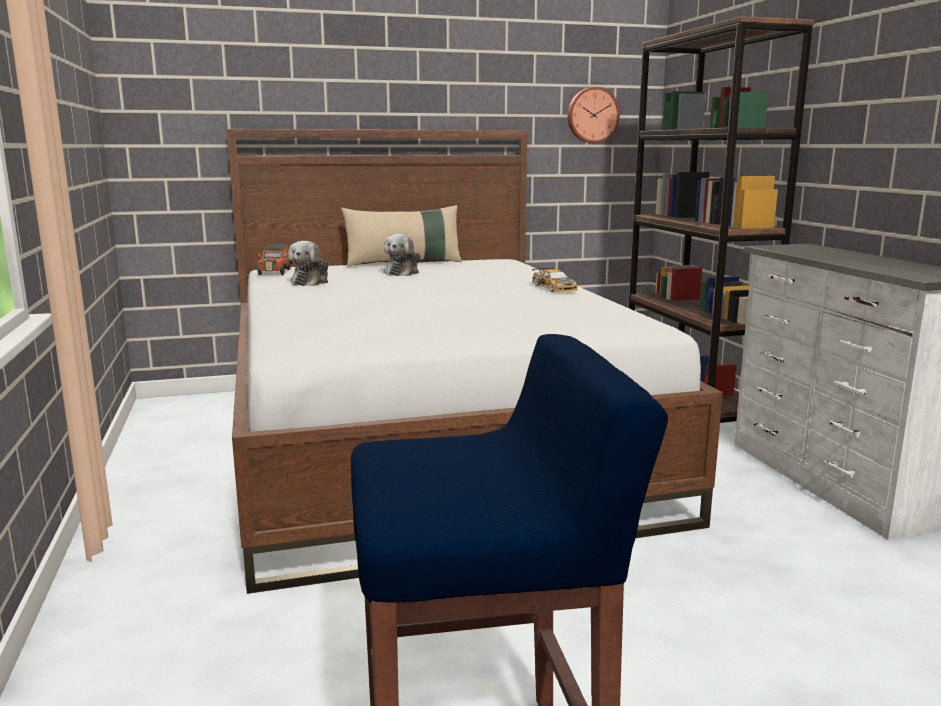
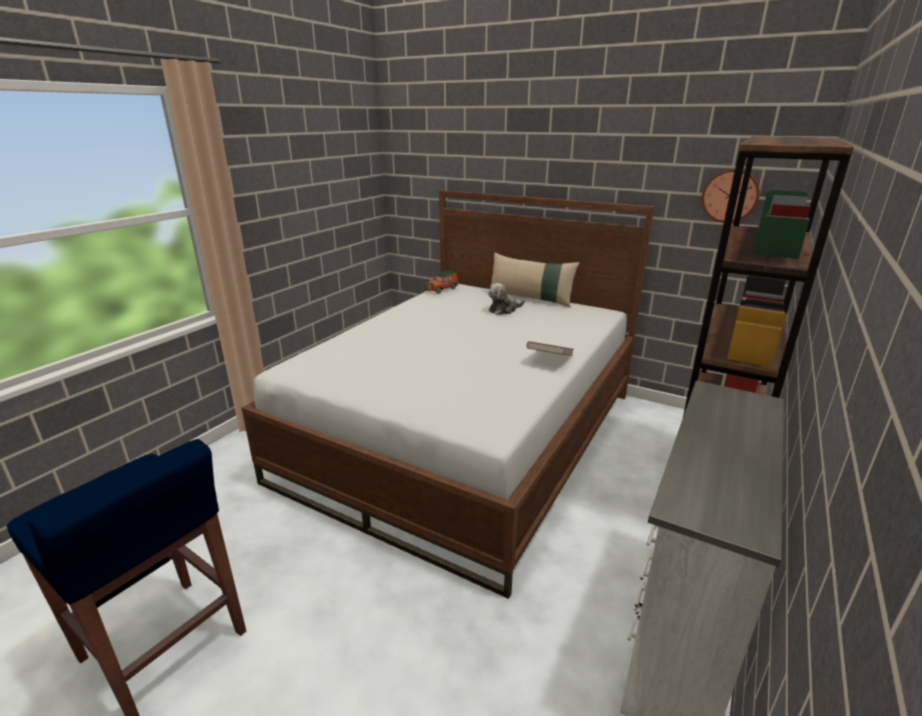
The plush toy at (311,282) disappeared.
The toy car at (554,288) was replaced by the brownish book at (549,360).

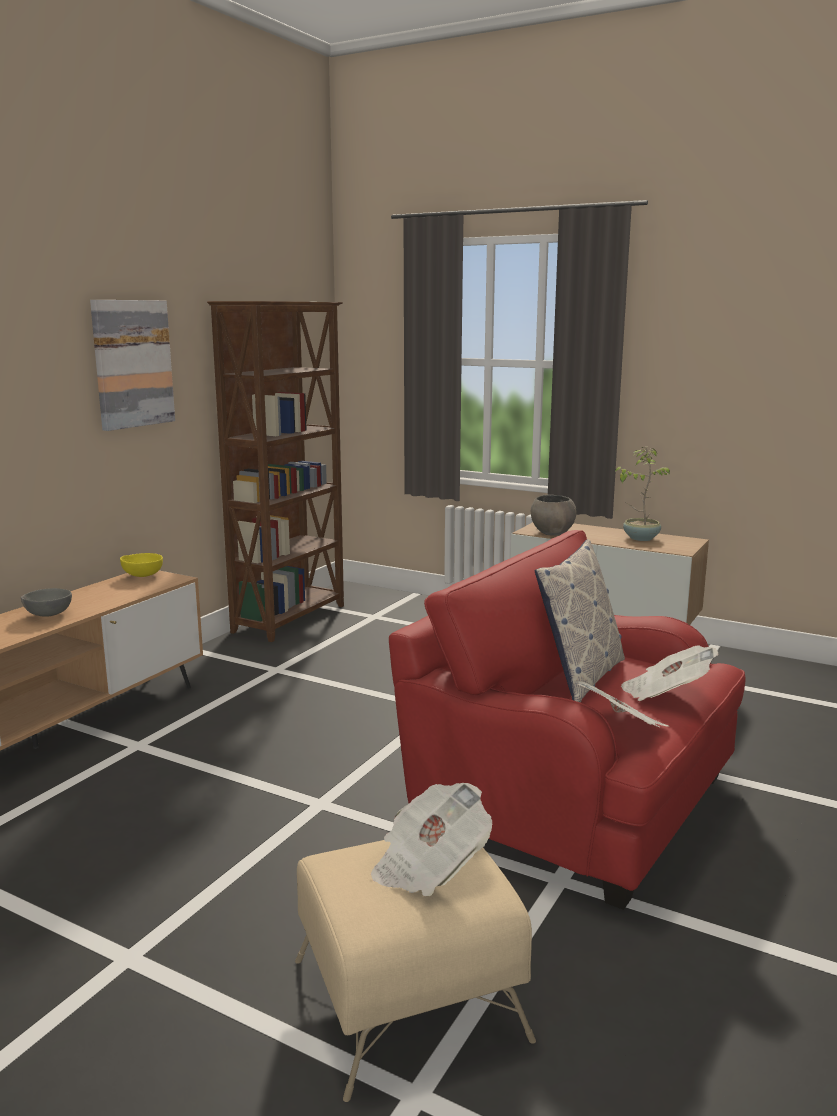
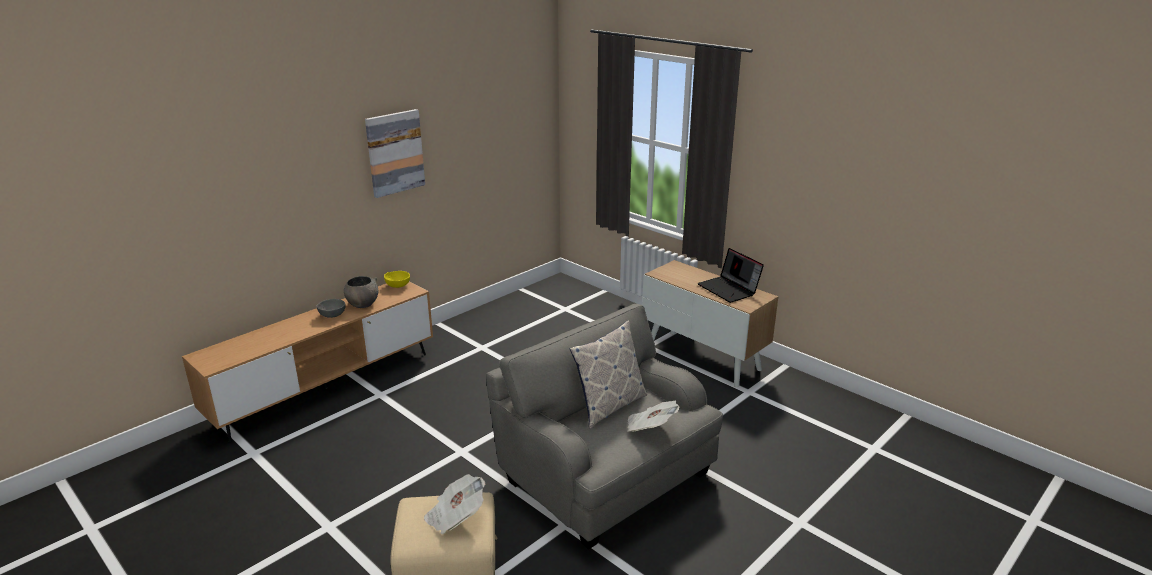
The brownish bookshelf at (291,619) disappeared.
The red-coloured lounge chair at (570,800) became the greyish lounge chair at (604,474).
The greyish bowl moved from (552,532) to (362,304).
The daily paper at (621,728) disappeared.
The plant in a pot at (640,538) was replaced by the portable computer at (729,289).

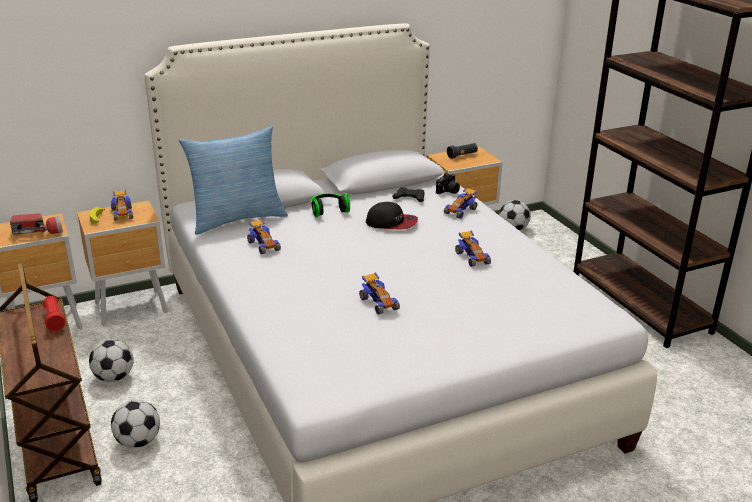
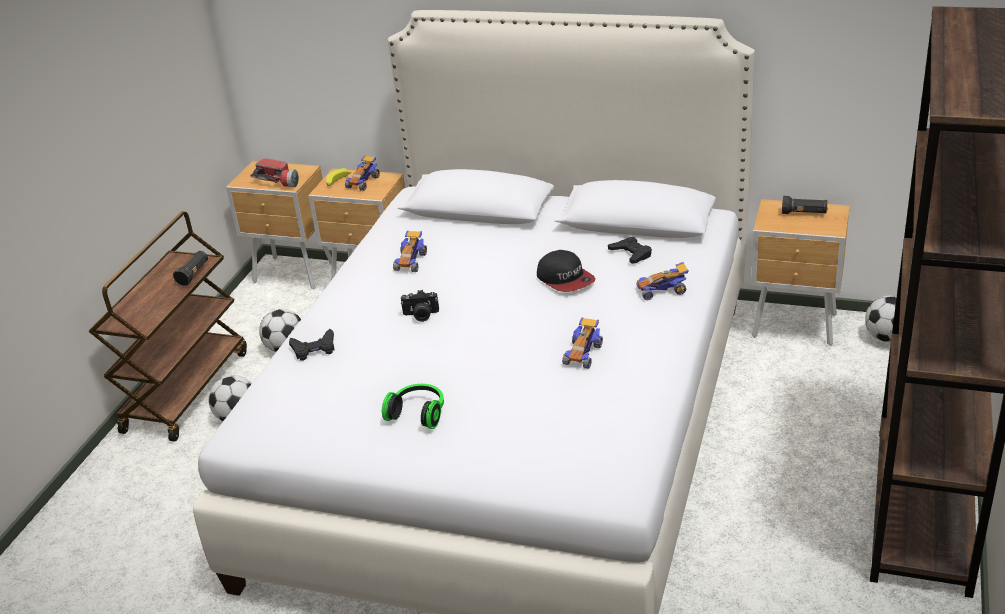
The red-coloured flashlight at (54,319) became the black-coloured flashlight at (193,274).
The pillow at (237,219) disappeared.
The headphones moved from (328,210) to (418,413).
The toy car at (378,303) disappeared.
The still camera moved from (448,191) to (421,315).
The black-coloured gamepad at (314,349) appeared.

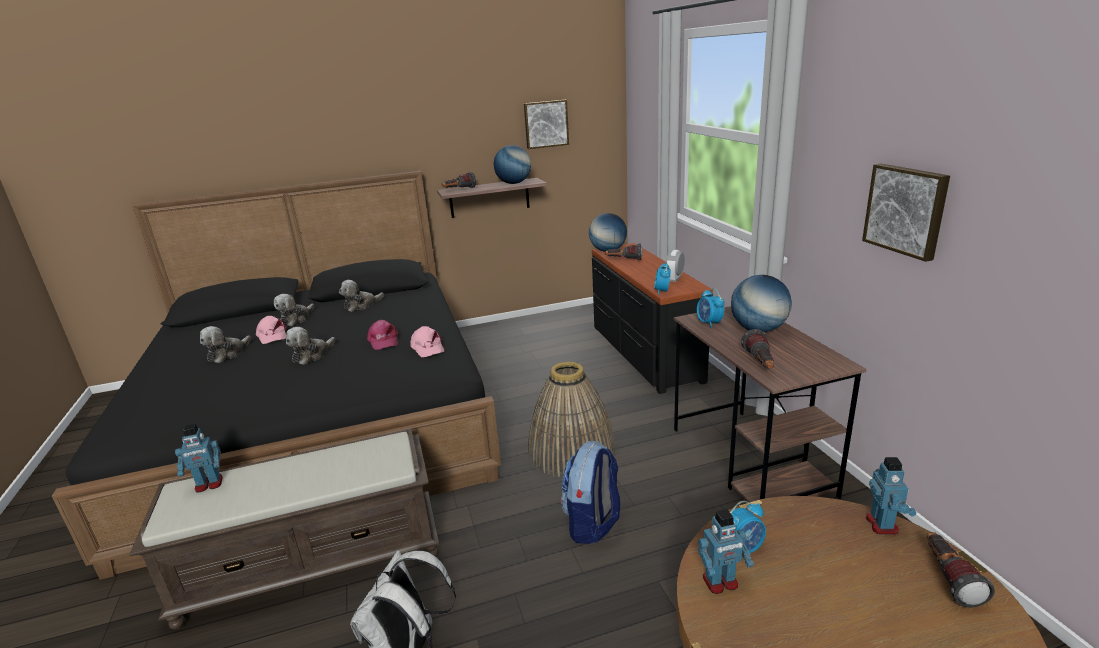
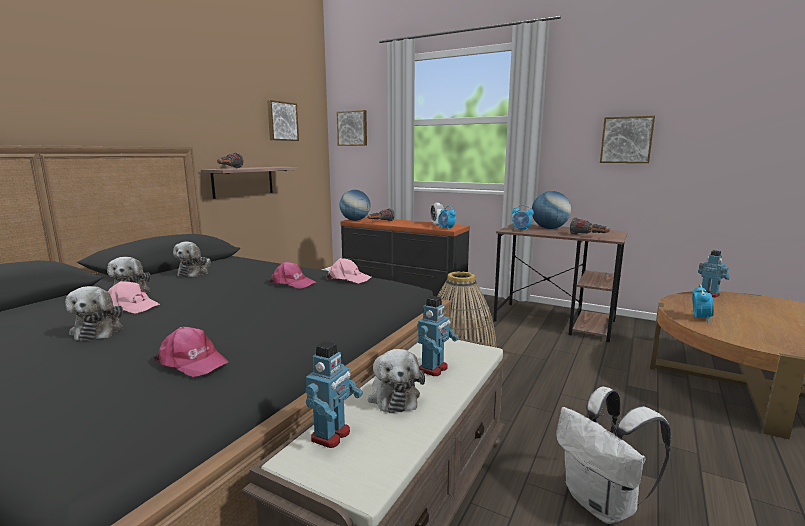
The plush toy moved from (312,355) to (393,395).
The desk globe at (513,183) disappeared.
The knapsack at (592,523) disappeared.
The toy robot moved from (720,582) to (434,369).
The flashlight at (948,578) disappeared.
The pink peaked cap at (192,362) appeared.
The picture at (352,128) appeared.

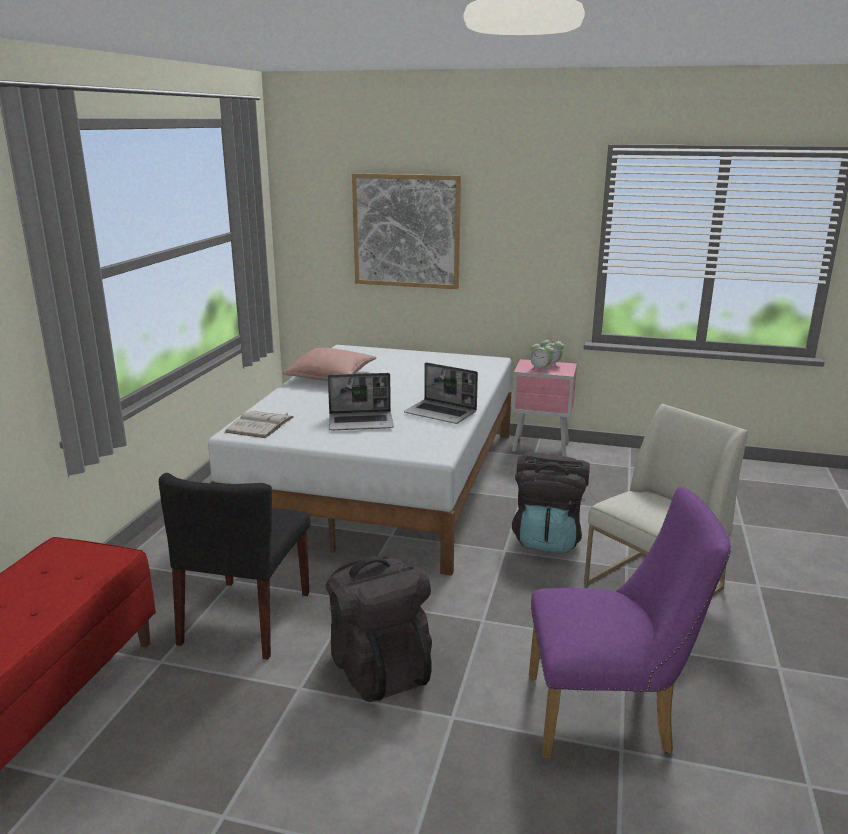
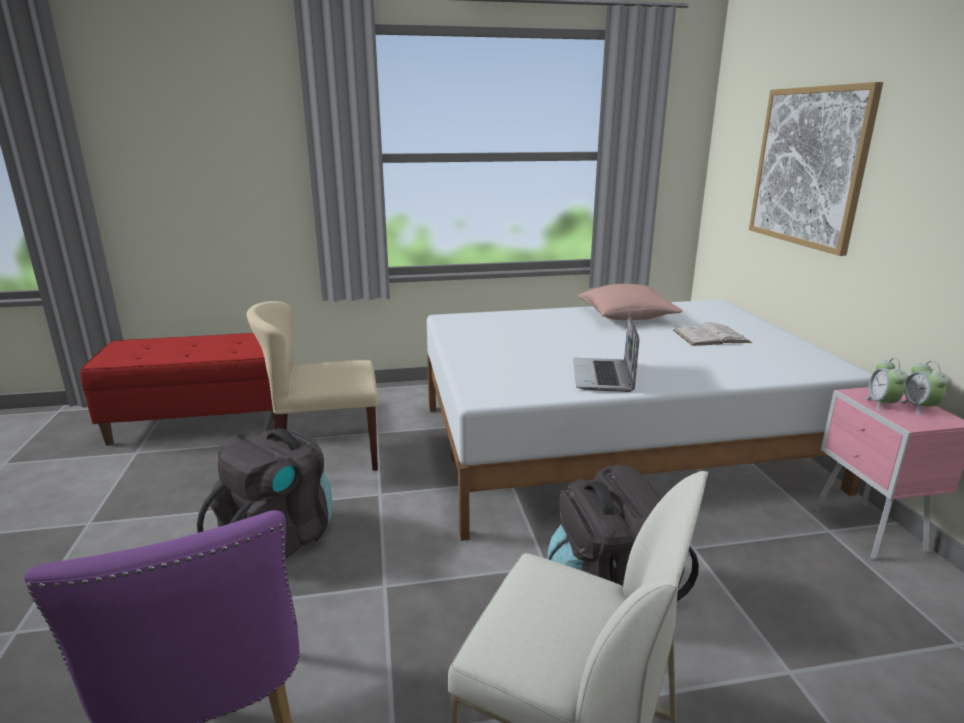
The black-coloured chair at (246,618) became the beige chair at (326,455).
The white-coloured book moved from (260,424) to (711,336).
The portable computer at (361,422) disappeared.

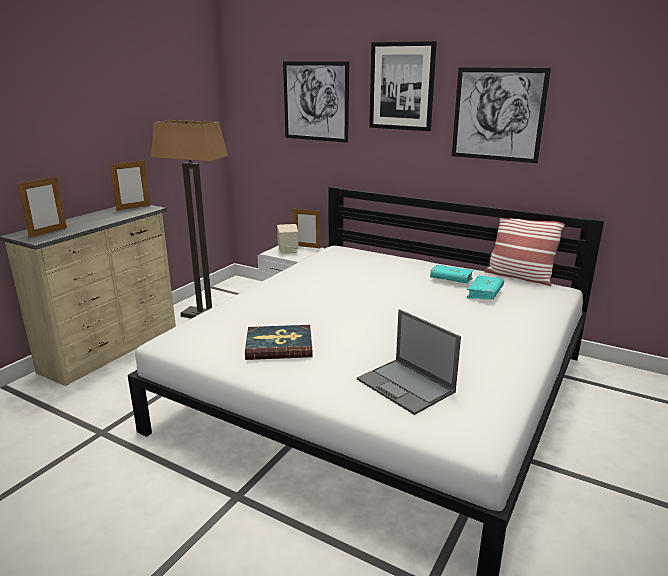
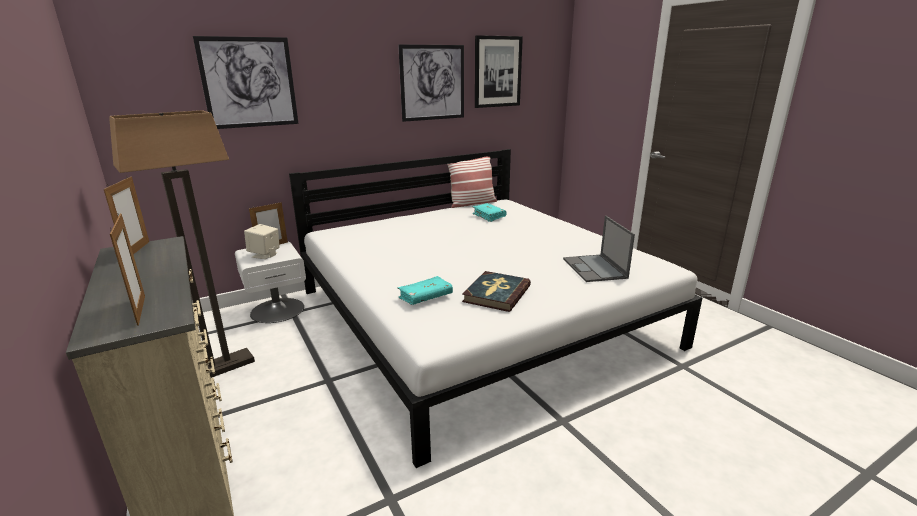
The portable computer at (406,386) turned 90 degrees clockwise.
The picture moved from (402,86) to (497,72).
The turquoise-coloured book moved from (451,279) to (425,297).

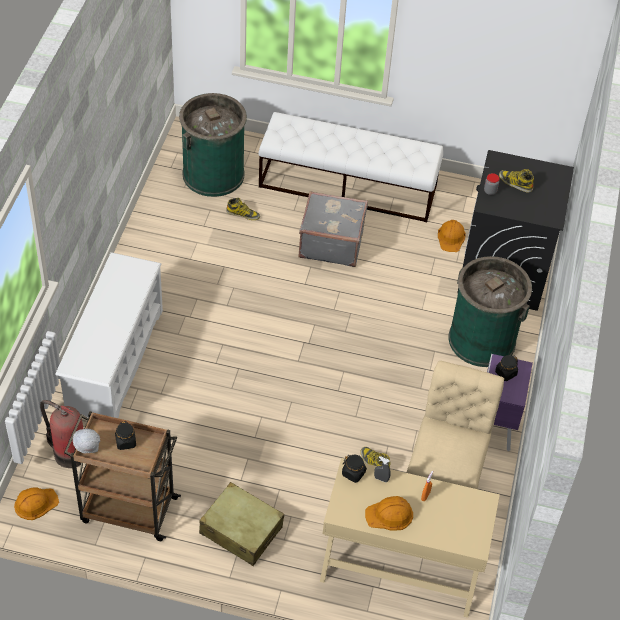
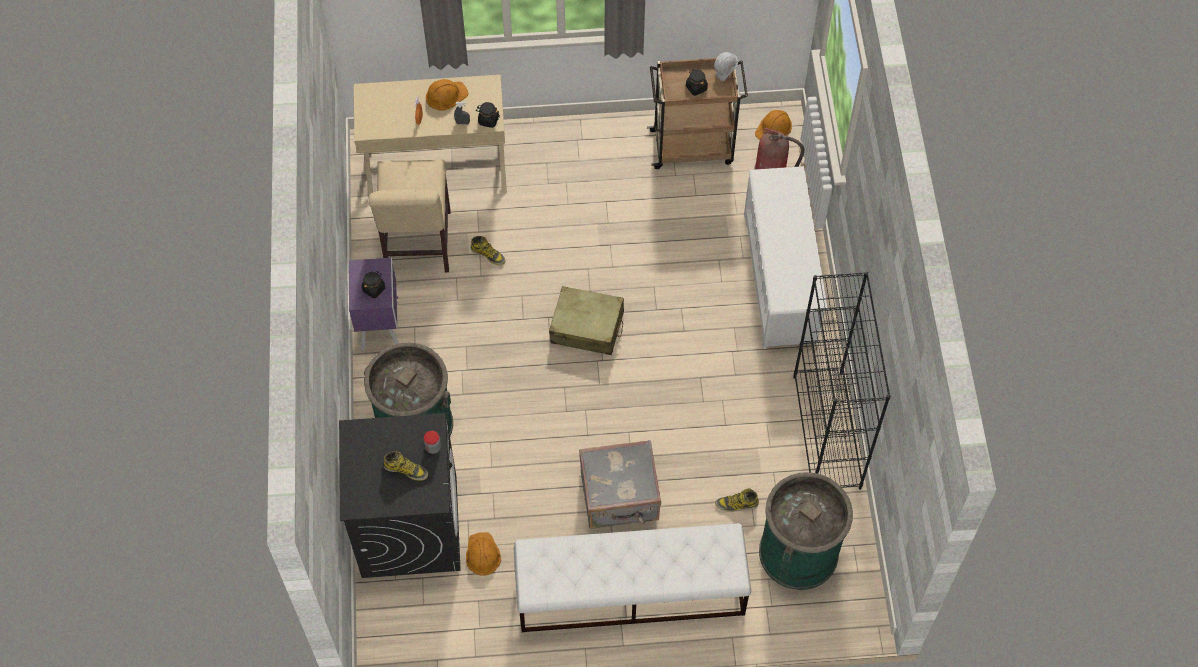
The beige travel case moved from (241,530) to (587,327).
The black-coloured bookshelf at (827,432) appeared.

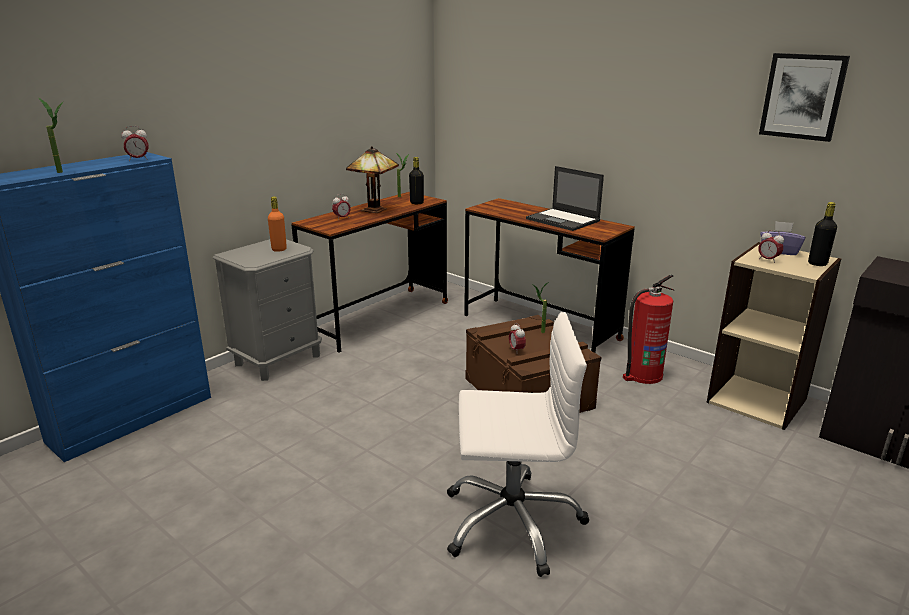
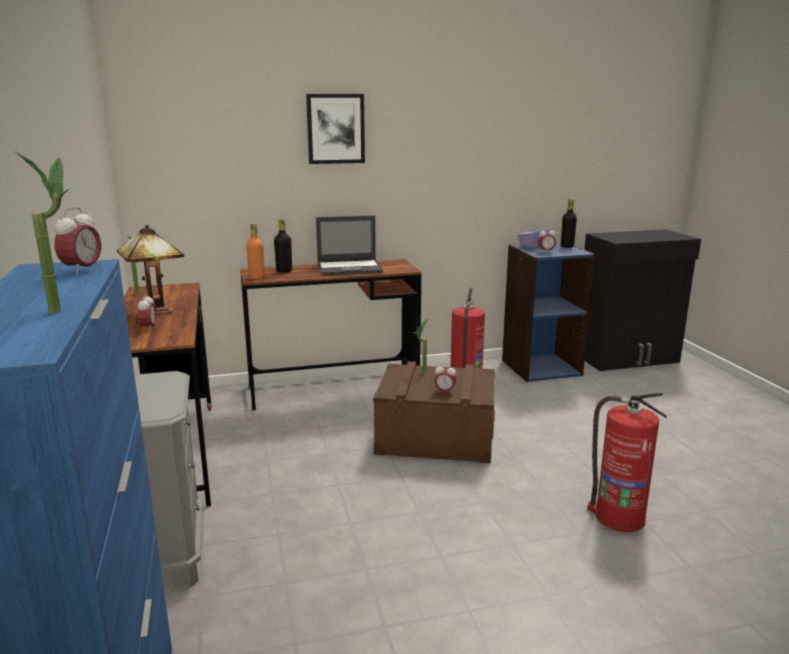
The orange bottle moved from (279,249) to (257,277).
The black-coloured bottle moved from (416,203) to (284,271).
The white-coloured desk chair at (512,521) was replaced by the fire extinguisher at (618,517).
The beige bookshelf at (757,400) became the blue-coloured bookshelf at (541,367).
The picture moved from (802,96) to (335,129).

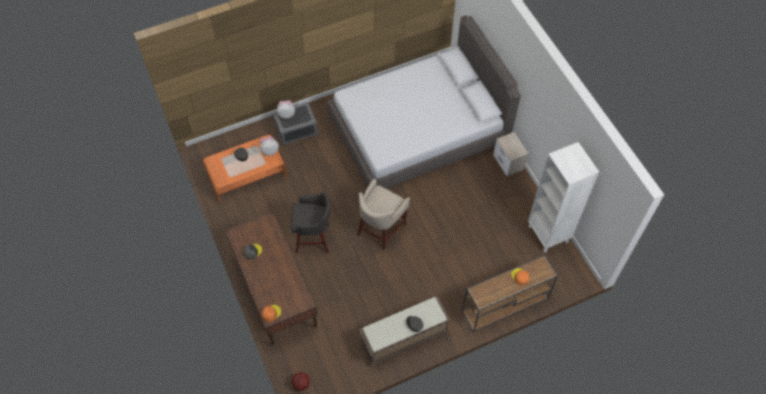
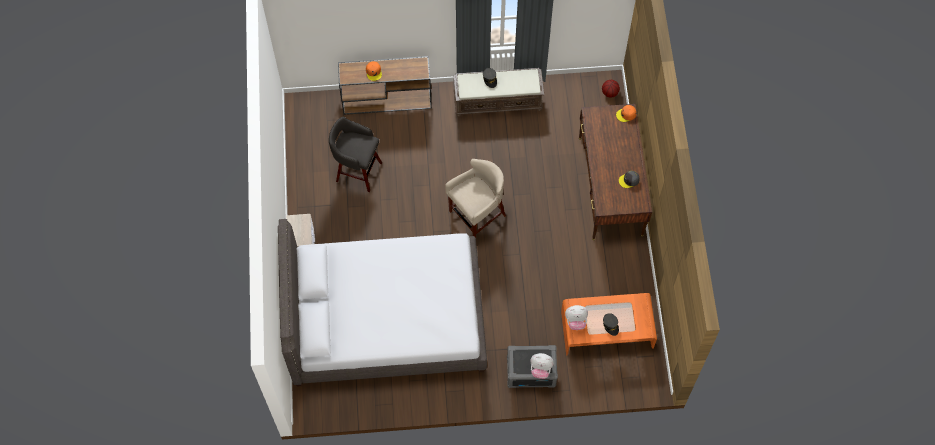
The greyish sitting stool moved from (314,238) to (357,171).
The white-coloured bookshelf at (548,234) disappeared.

